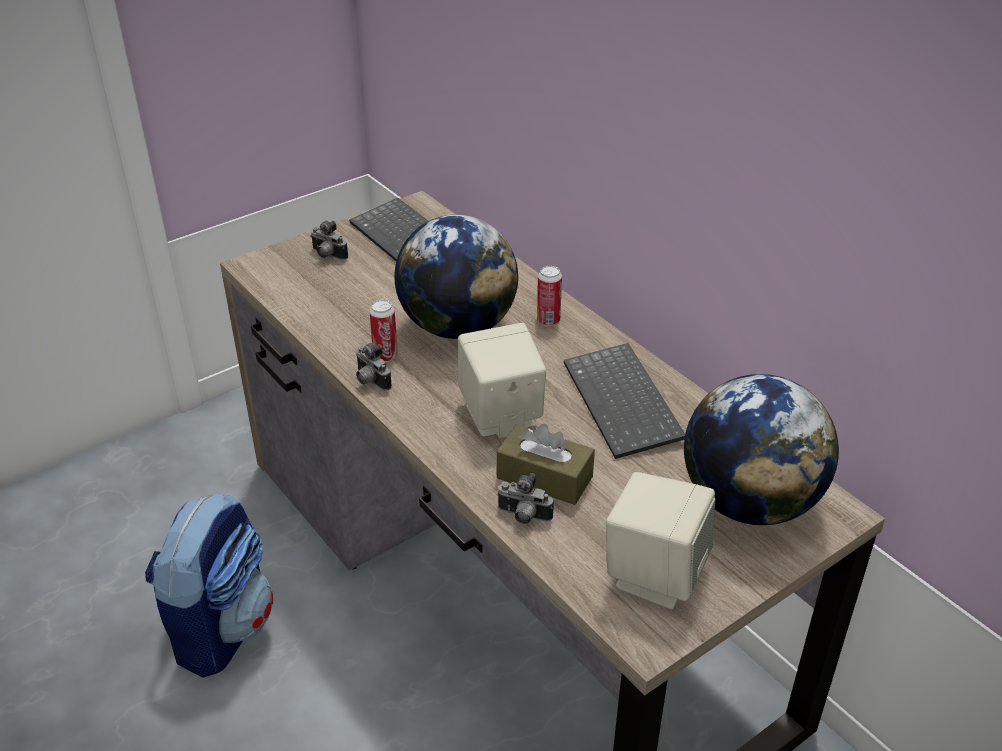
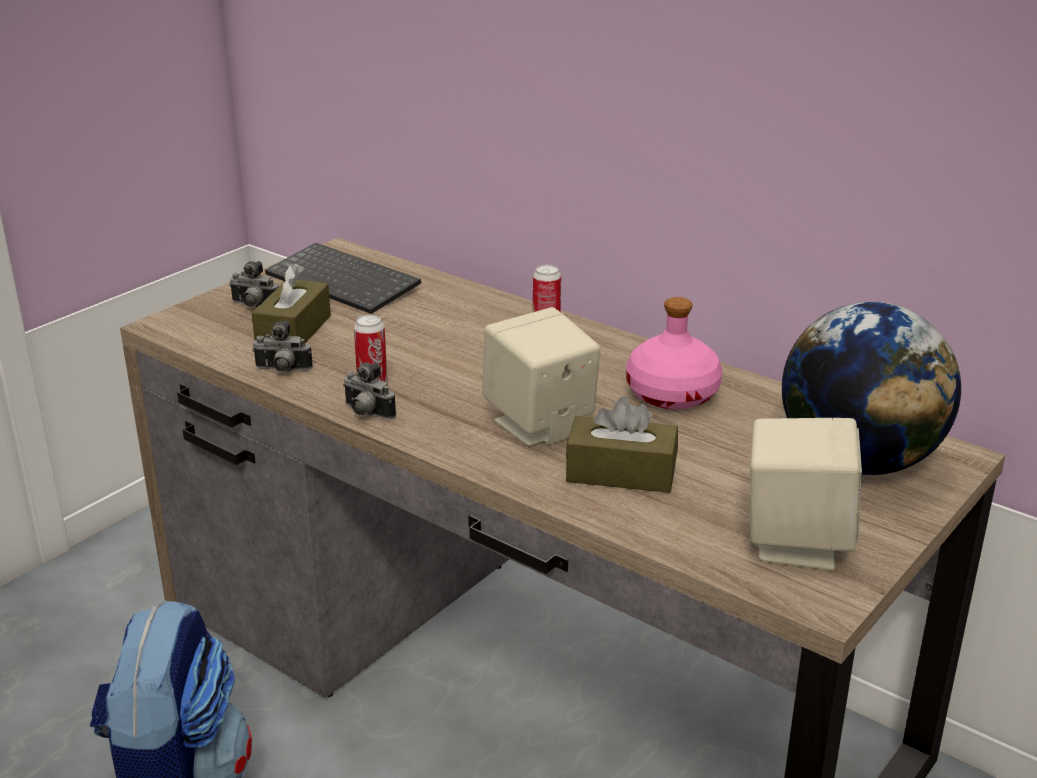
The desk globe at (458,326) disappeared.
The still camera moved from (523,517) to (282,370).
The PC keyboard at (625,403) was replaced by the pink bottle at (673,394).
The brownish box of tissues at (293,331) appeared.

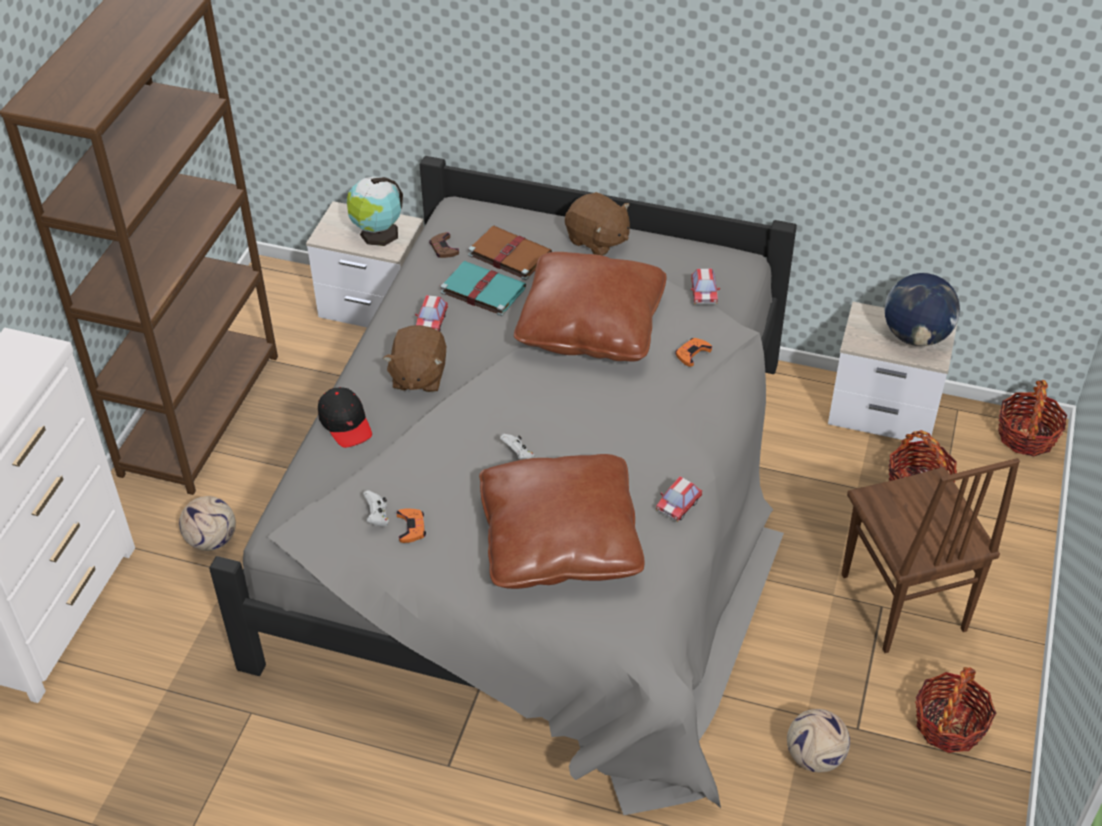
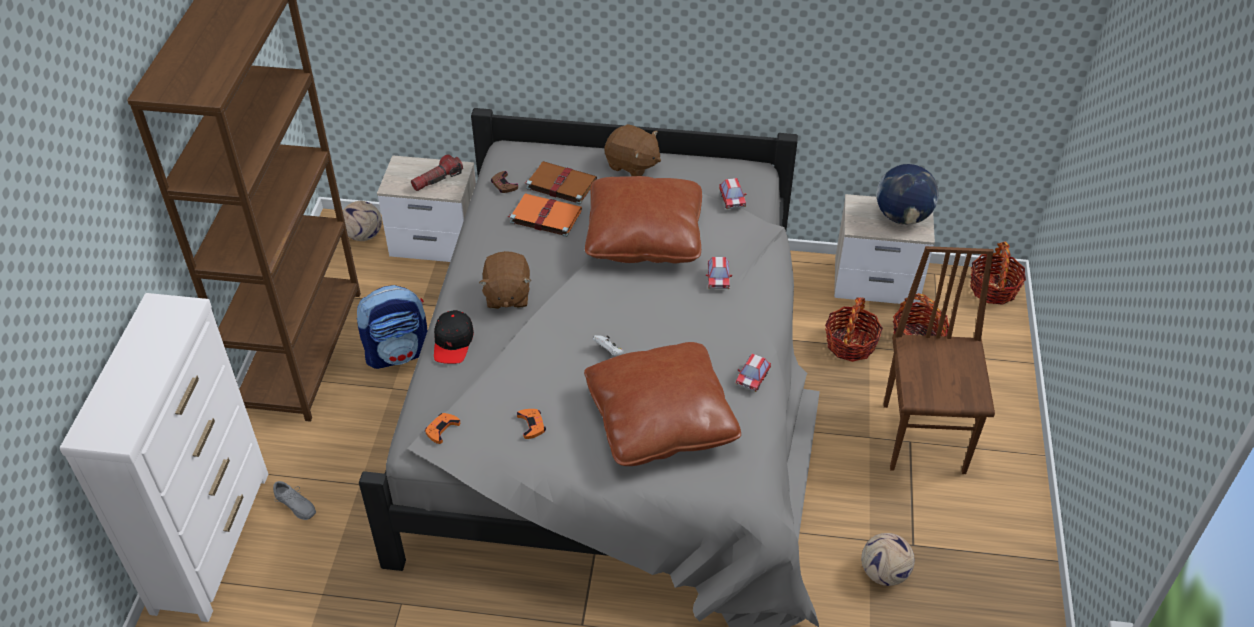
The football moved from (211,540) to (363,235).
The black-coloured peaked cap at (345,423) turned 45 degrees clockwise.
The desk globe at (377,234) was replaced by the flashlight at (437,179).
The white-coloured gamepad at (377,517) disappeared.
The toy car moved from (432,321) to (718,279).
The turquoise-coloured book at (481,290) became the orange book at (544,216).
The orange gamepad moved from (692,353) to (442,429).
The brownish chair at (901,604) turned 150 degrees counterclockwise.
The storage basket moved from (949,724) to (850,344).
The greyish shoe at (294,506) appeared.
The knapsack at (398,353) appeared.

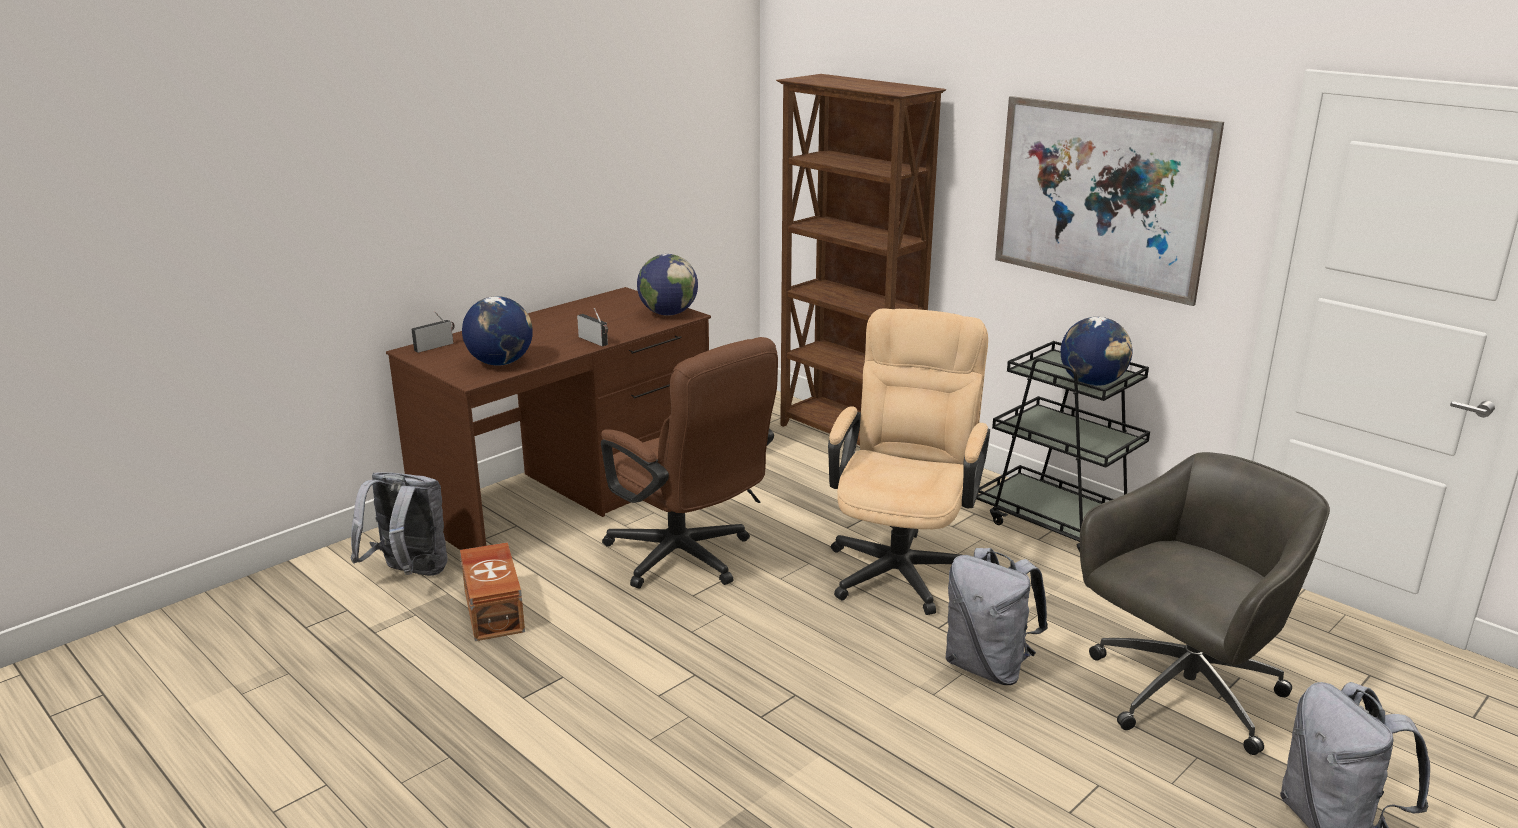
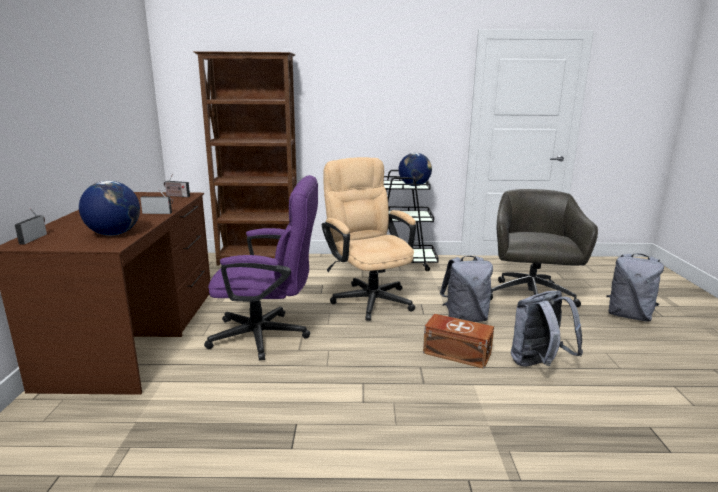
The greyish knapsack moved from (409,574) to (538,365).
The brownish storage container moved from (495,609) to (456,352).
The brownish desk chair at (688,560) became the purple desk chair at (268,336).
The desk globe at (668,313) was replaced by the radio set at (176,196).
The picture at (1100,197) disappeared.

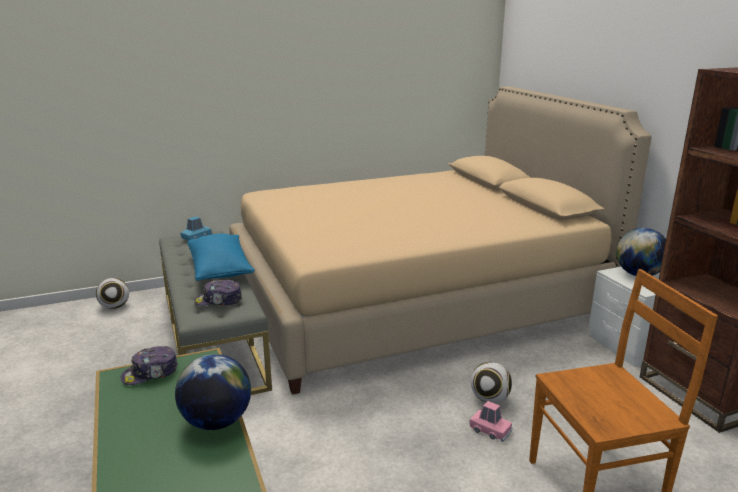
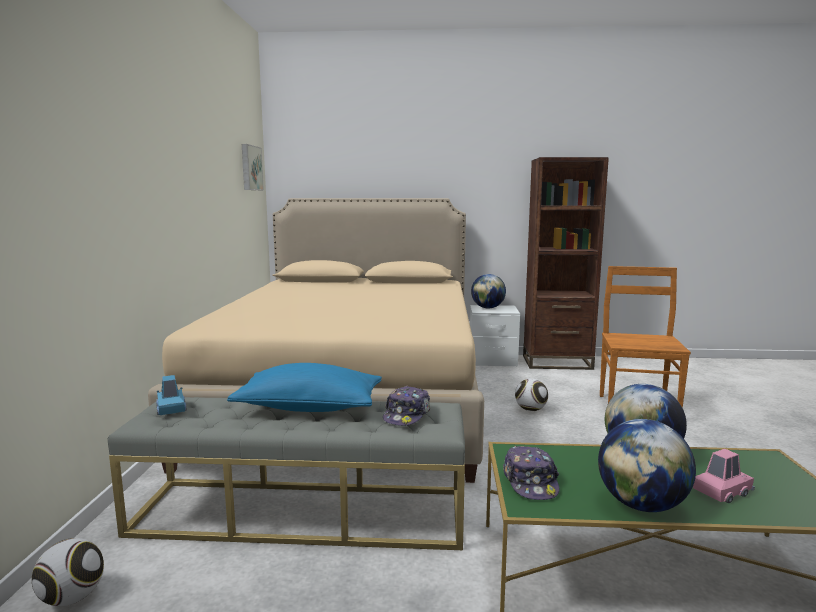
The pink toy car moved from (490,430) to (722,491).
The picture at (250,168) appeared.
The desk globe at (641,505) appeared.

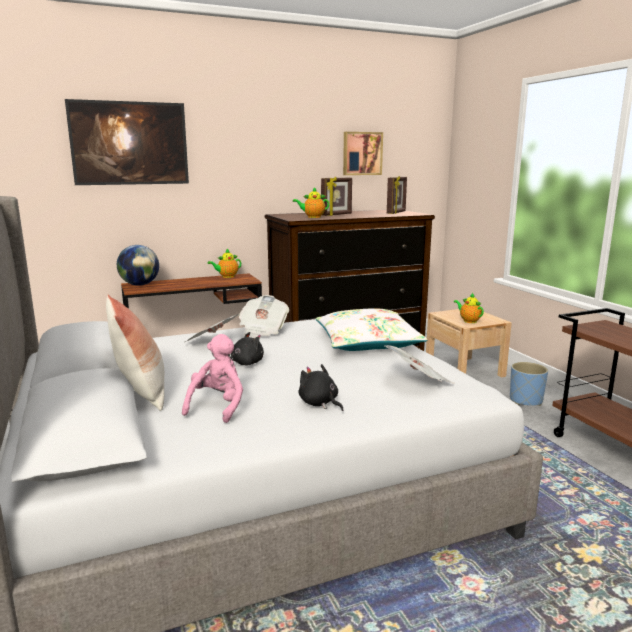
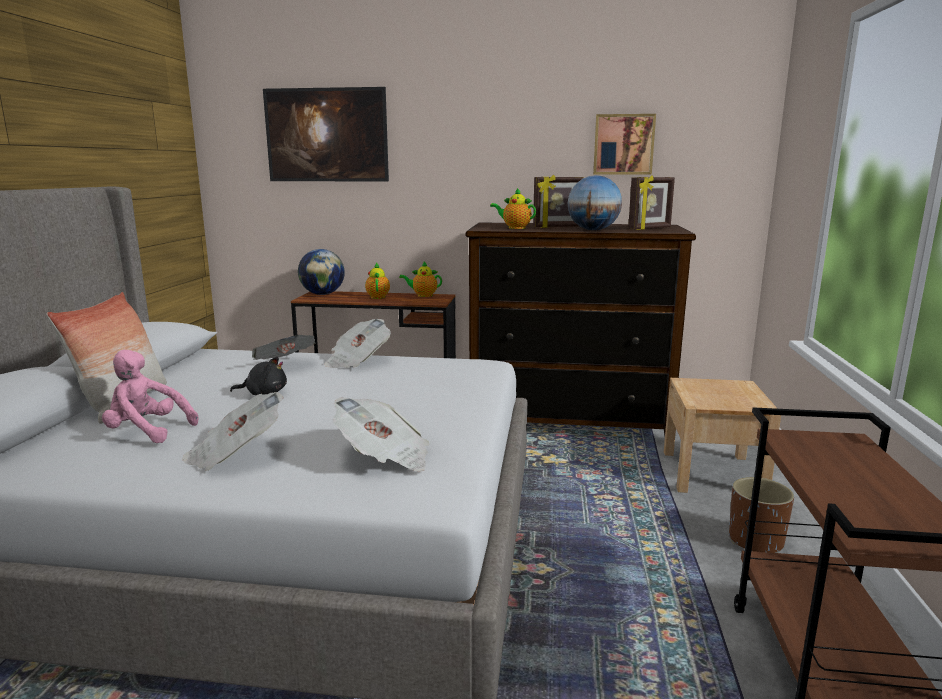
The pink plush toy at (217,406) turned 120 degrees counterclockwise.
The black-coloured plush toy at (319,403) was replaced by the daily paper at (235,455).
The white-coloured pillow at (367,342) disappeared.
The pot for tea moved from (468,321) to (378,297).
The blue-coloured plant pot at (526,400) became the brownish plant pot at (756,541).
The desk globe at (593,230) appeared.

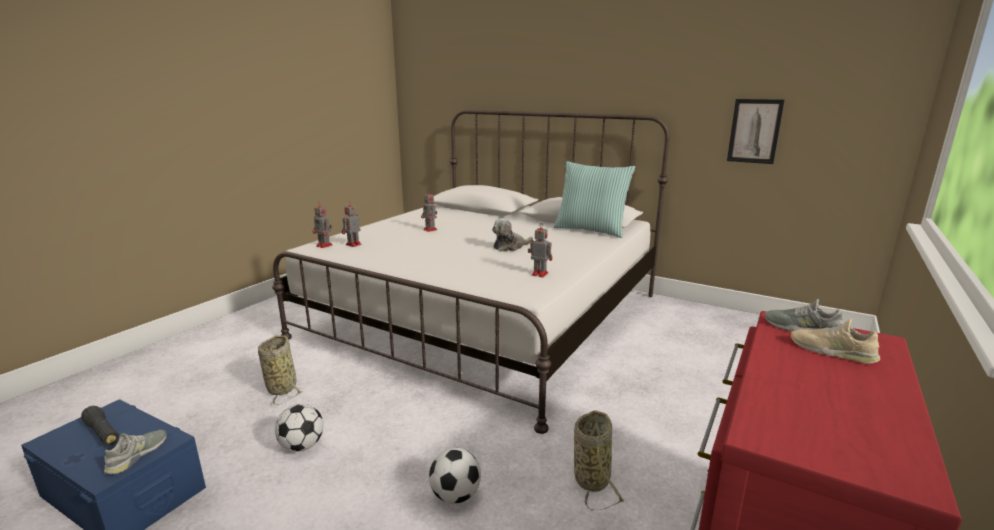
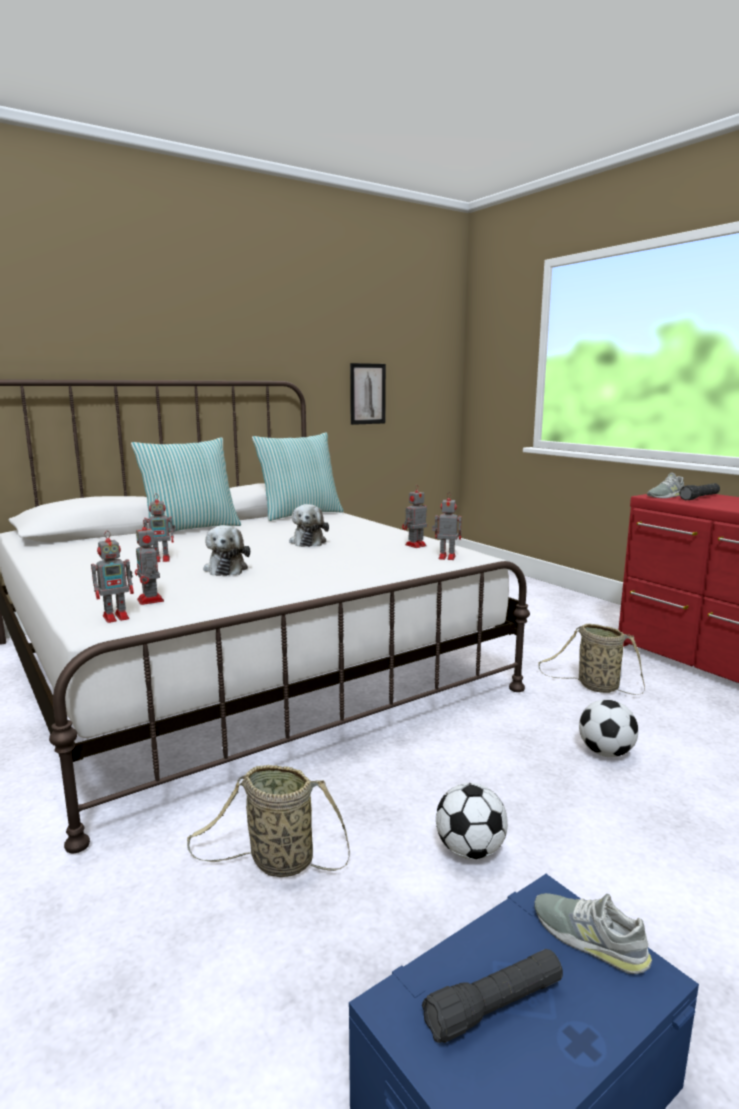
The beige shoe at (832,351) was replaced by the black-coloured flashlight at (699,498).
The pillow at (190,529) appeared.
The plush toy at (226,568) appeared.
The toy robot at (445,557) appeared.

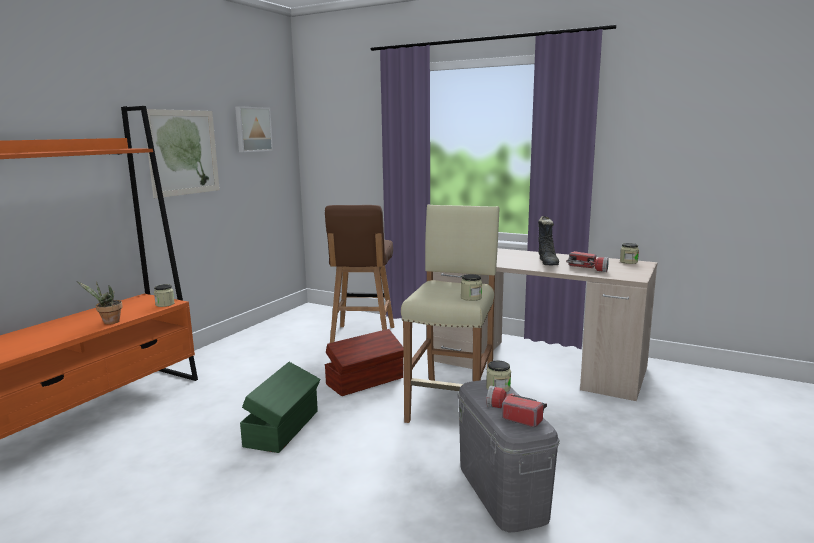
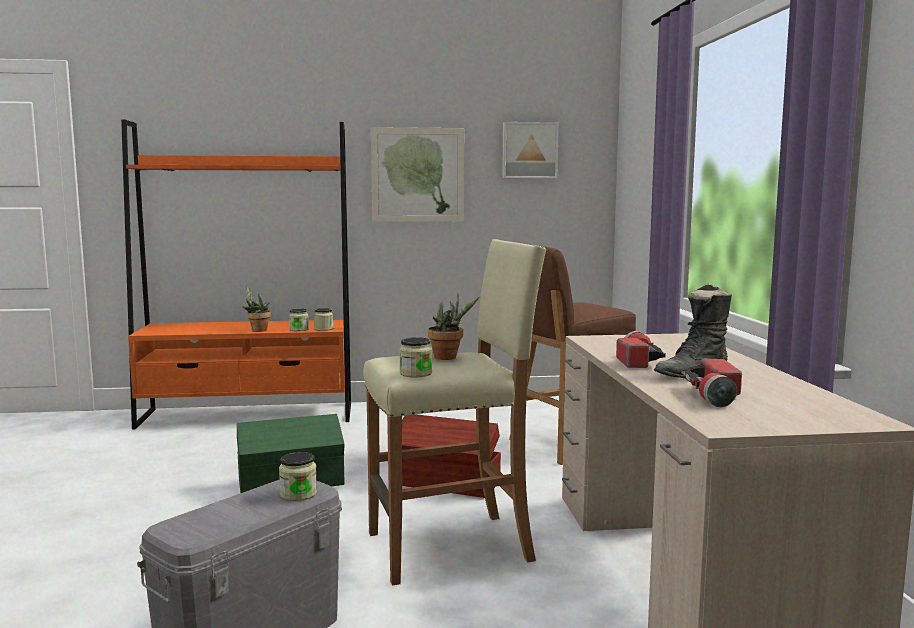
The flashlight moved from (513,414) to (637,361).
The preserve jar moved from (628,262) to (299,329).
The plant in a pot at (449,357) appeared.

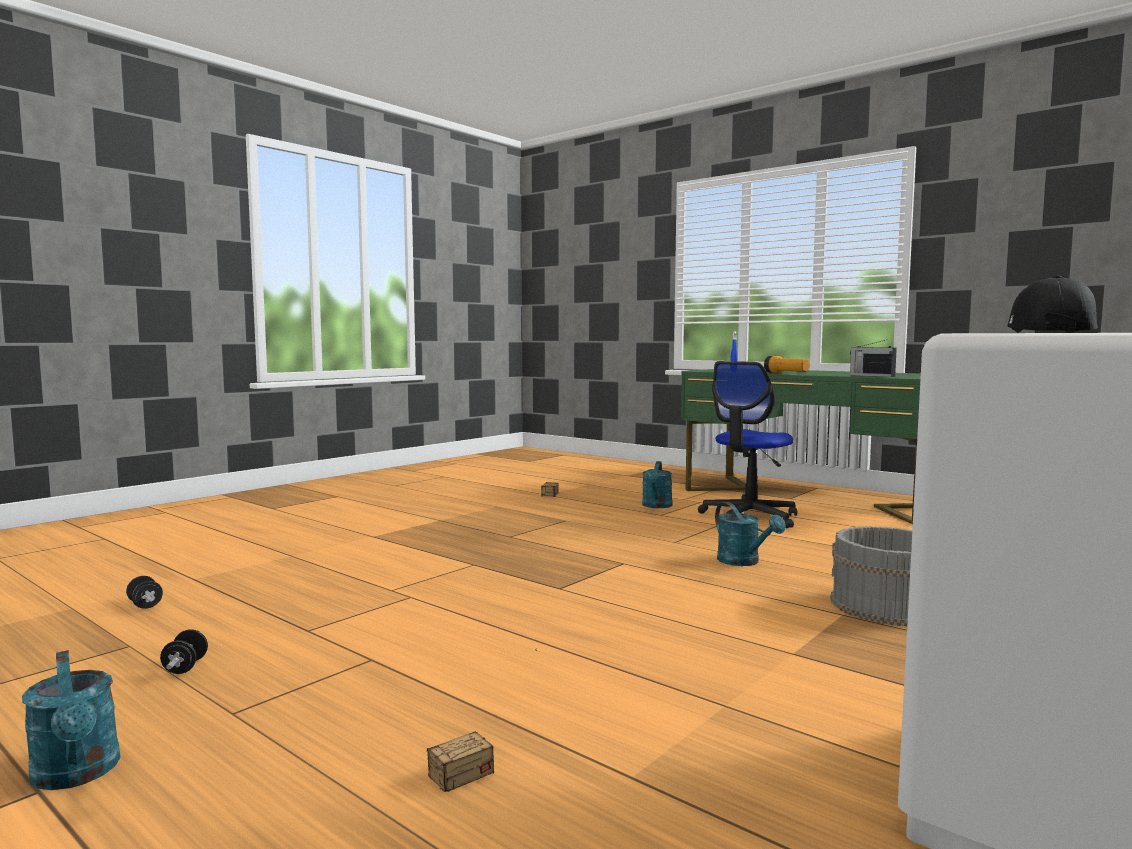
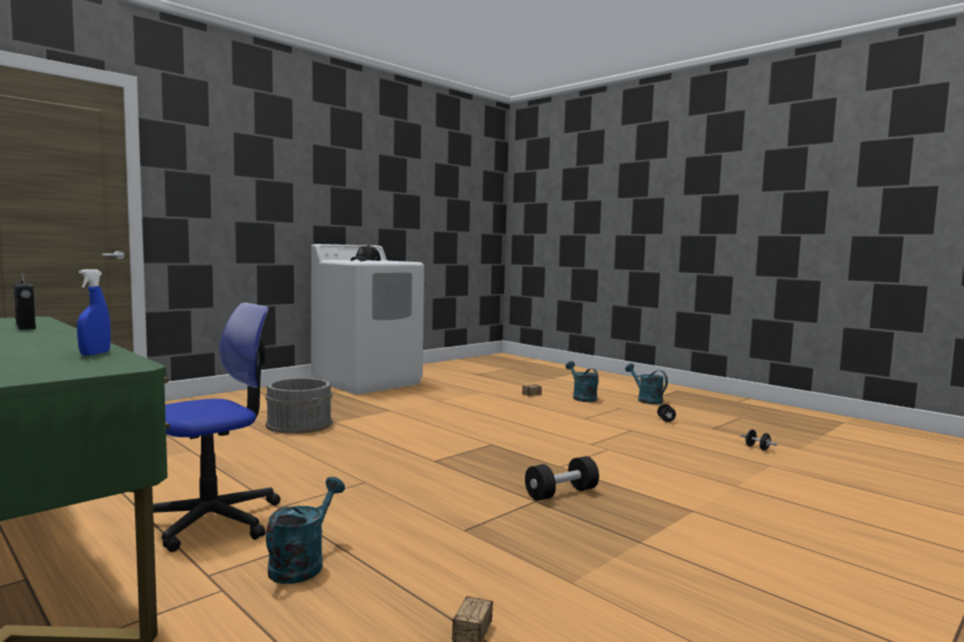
The turquoise-coloured sprinkling can moved from (744,562) to (582,398).
The flashlight at (786,373) disappeared.
The black-coloured dumbbell at (561,493) appeared.

